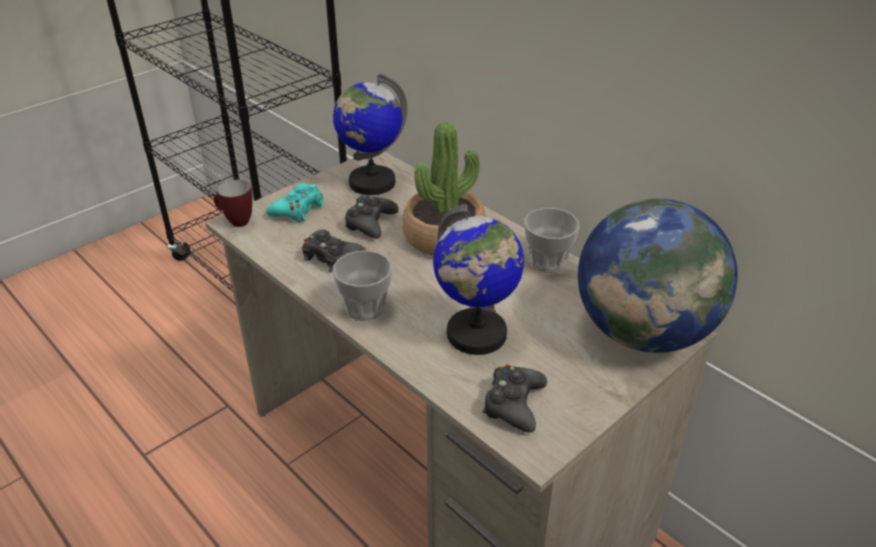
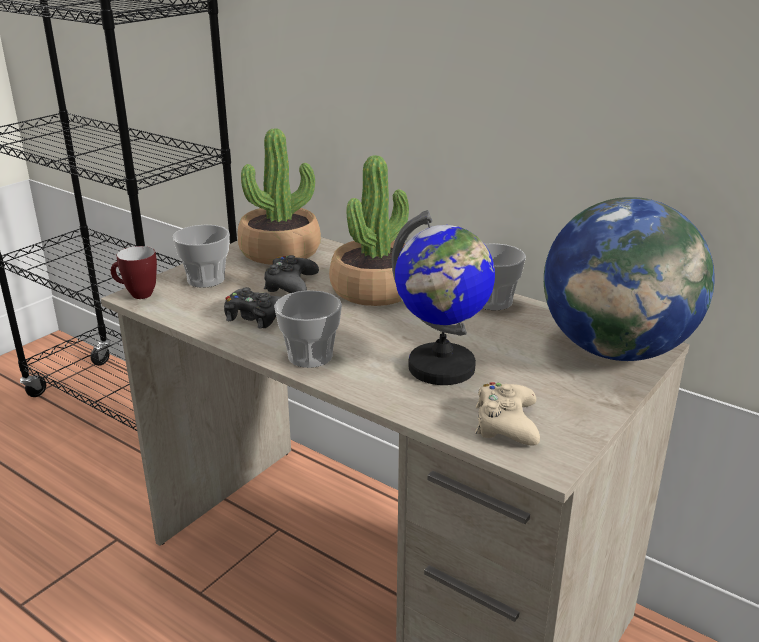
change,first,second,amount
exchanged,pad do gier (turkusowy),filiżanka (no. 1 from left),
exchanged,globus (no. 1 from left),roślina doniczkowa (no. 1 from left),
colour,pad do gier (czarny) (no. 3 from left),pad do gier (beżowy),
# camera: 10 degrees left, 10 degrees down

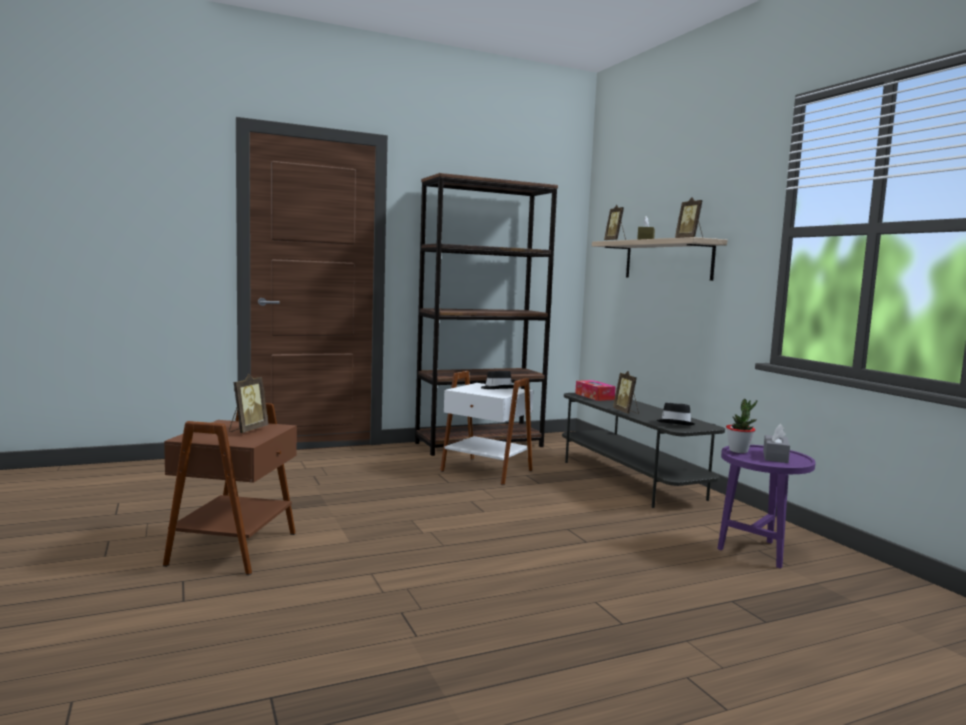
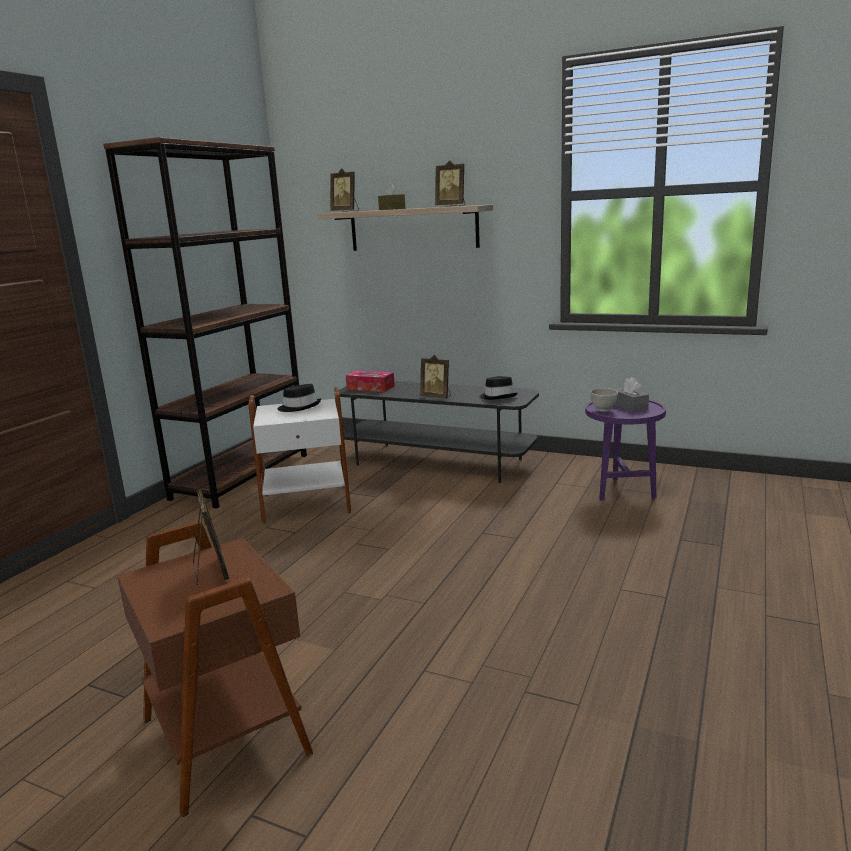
change,first,second,amount
exchanged,roślina doniczkowa,miska (biały),
# camera: 40 degrees left, 10 degrees up

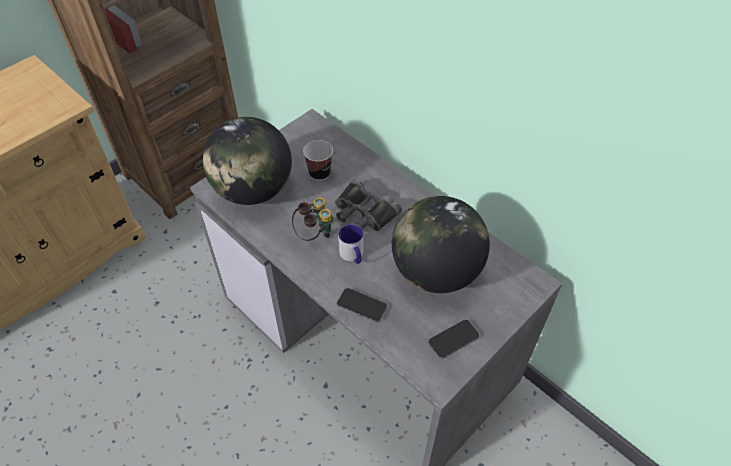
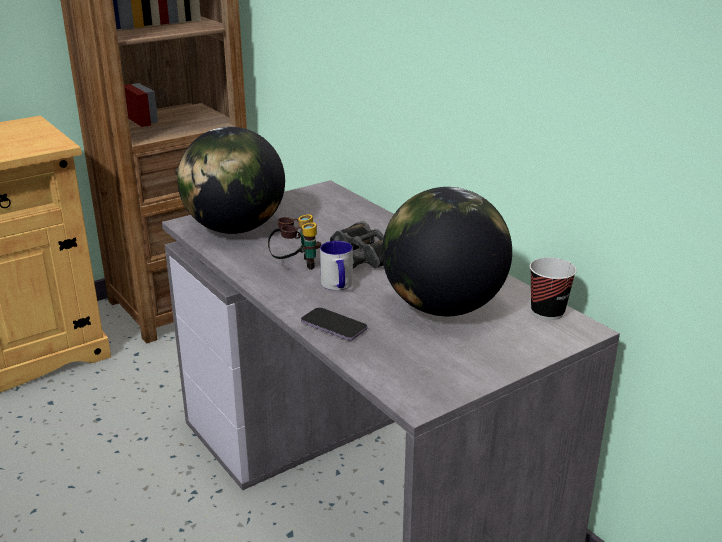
change,first,second,amount
missing,telefon (no. 2 from left),,
relocated,filiżanka,,
# camera: 10 degrees right, 25 degrees down

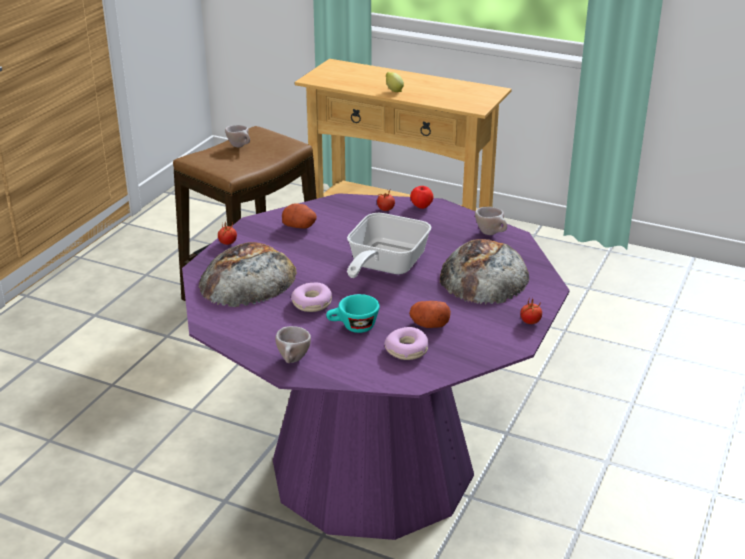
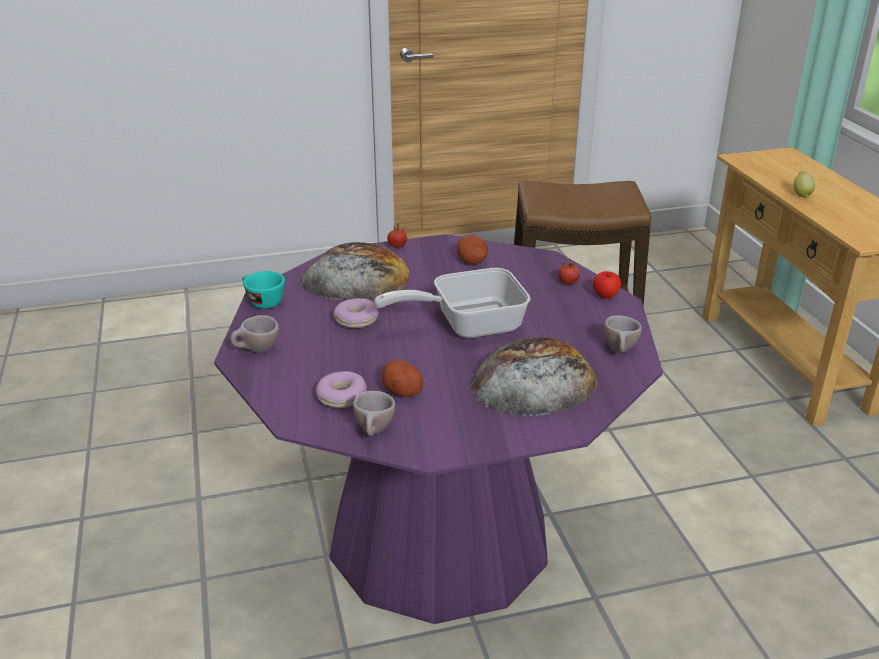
change,first,second,amount
missing,pomidor (no. 3 from left),,
relocated,filiżanka (beżowy) (no. 1 from left in the first image),filiżanka (beżowy) (no. 2 from left),
relocated,filiżanka (turkusowy),,
# camera: 50 degrees right, 0 degrees up

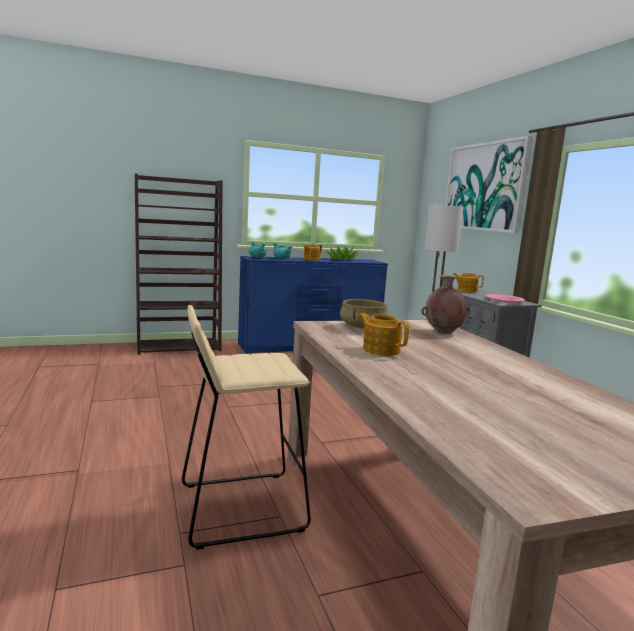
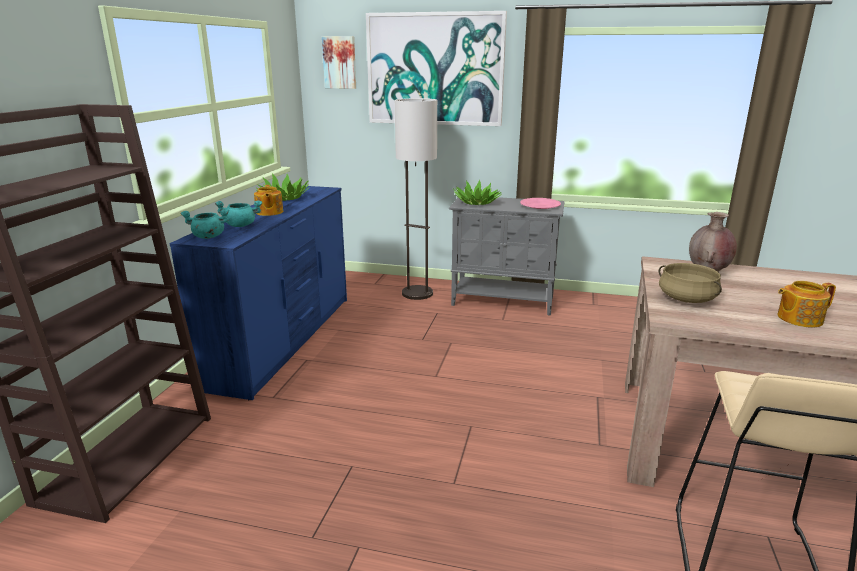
change,first,second,amount
appeared,,obraz (no. 1 from left),
exchanged,imbryk (no. 3 from left),roślina doniczkowa (no. 2 from left),
# camera: 55 degrees left, 10 degrees up

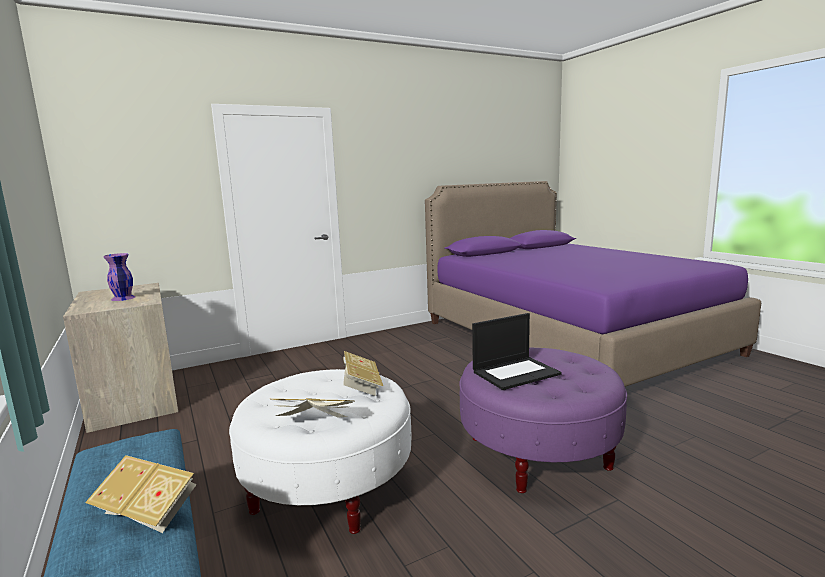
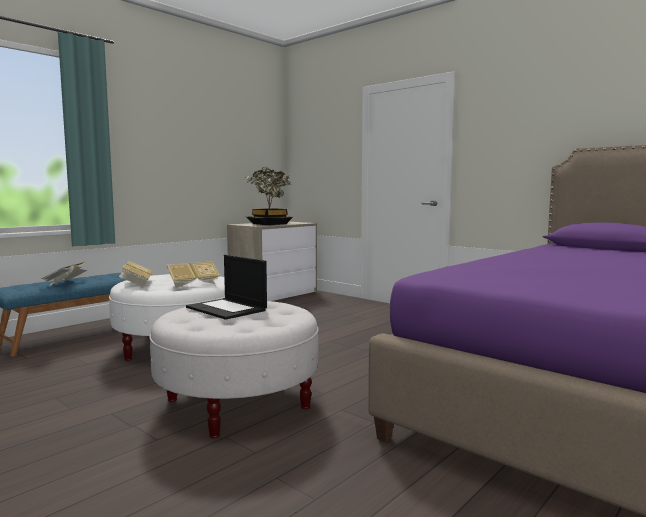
change,first,second,amount
exchanged,wazon (fioletowy),roślina doniczkowa,
colour,pufa (fioletowy),pufa (biały) (no. 2 from left),
# camera: 70 degrees right, 5 degrees down

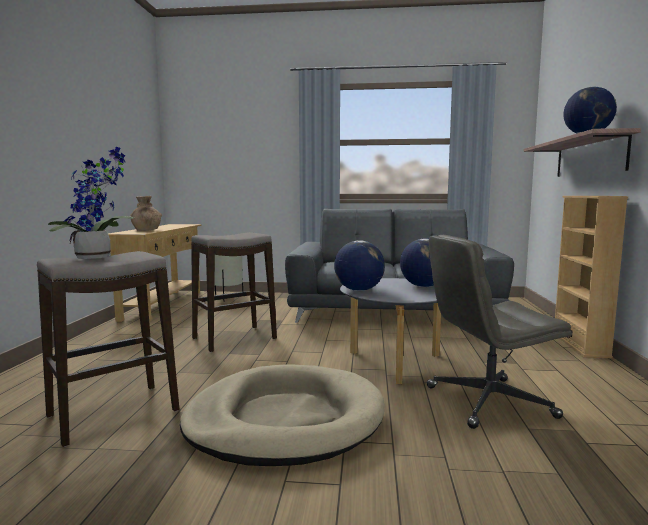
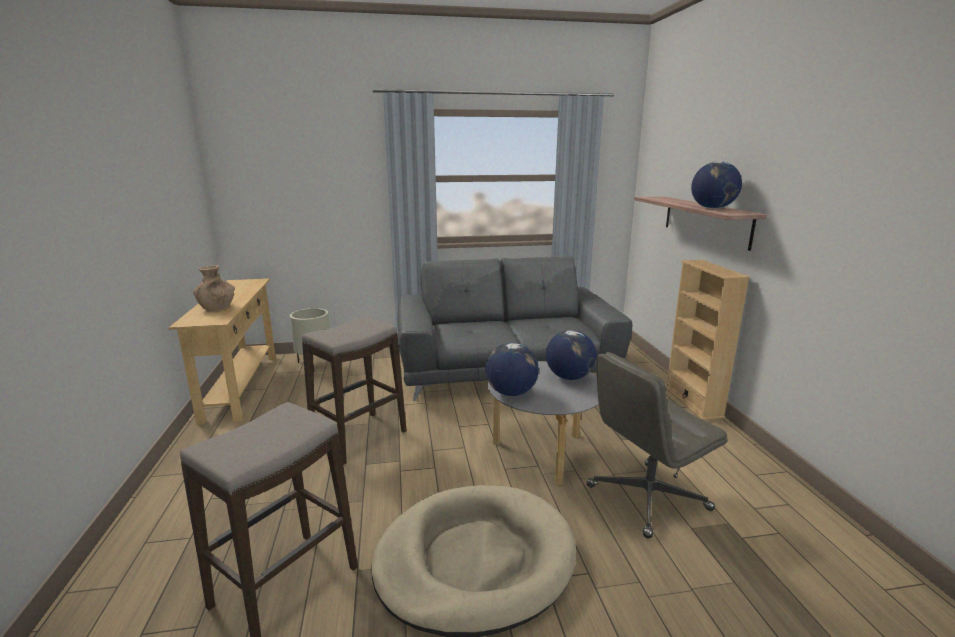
change,first,second,amount
missing,roślina doniczkowa,,
# camera: 15 degrees left, 10 degrees up

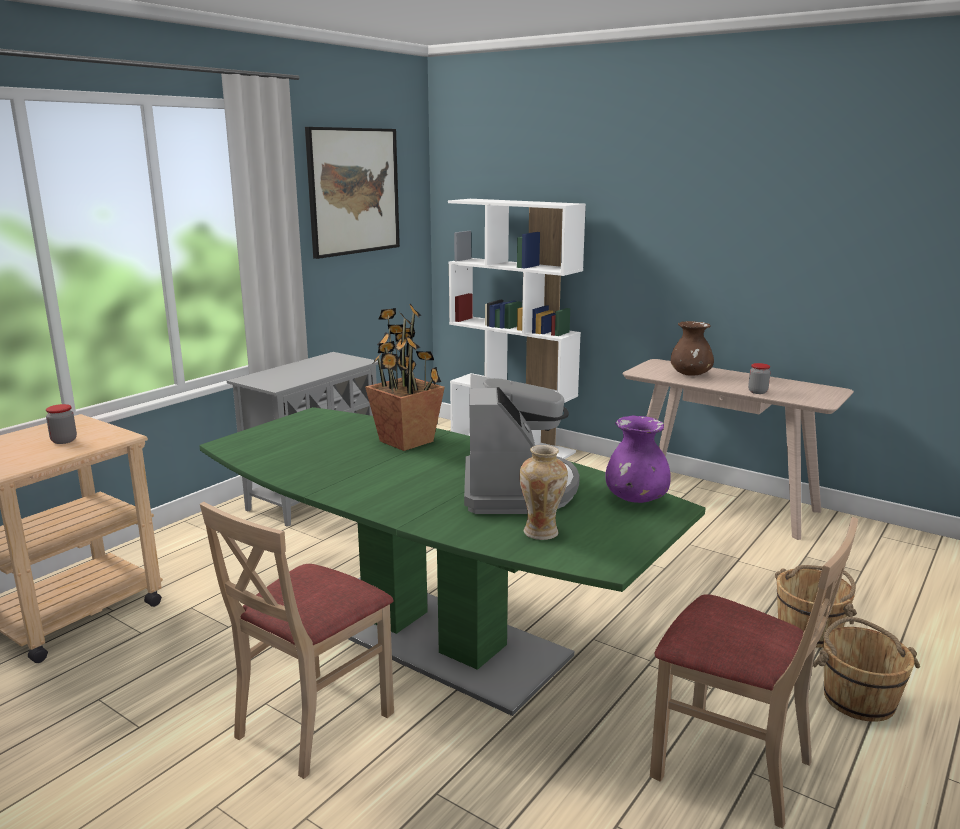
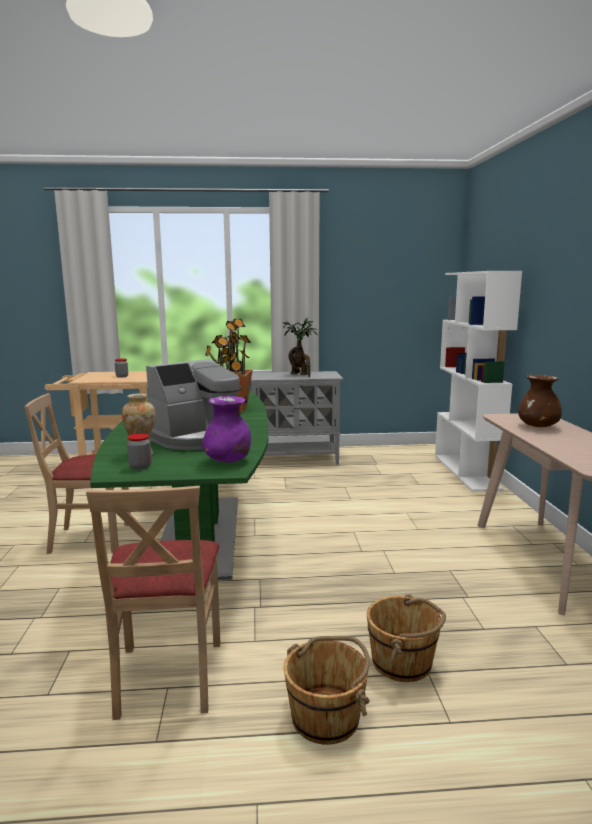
change,first,second,amount
missing,obraz,,
appeared,,roślina doniczkowa (no. 2 from left),
relocated,słoik (no. 2 from left),,
# camera: 50 degrees right, 5 degrees down

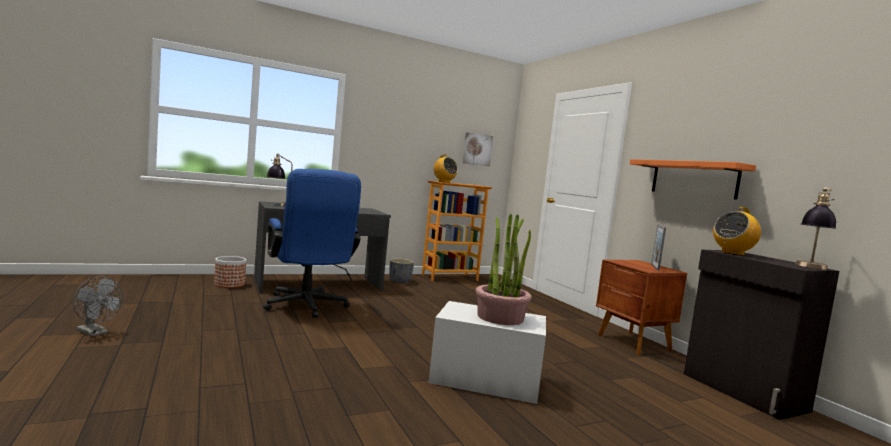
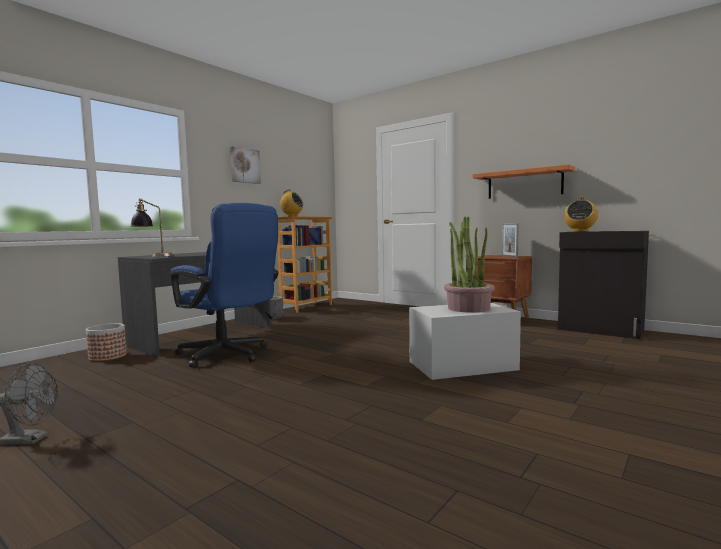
change,first,second,amount
missing,lampa stołowa (no. 2 from left),,
relocated,obraz,,
# camera: 25 degrees left, 0 degrees up

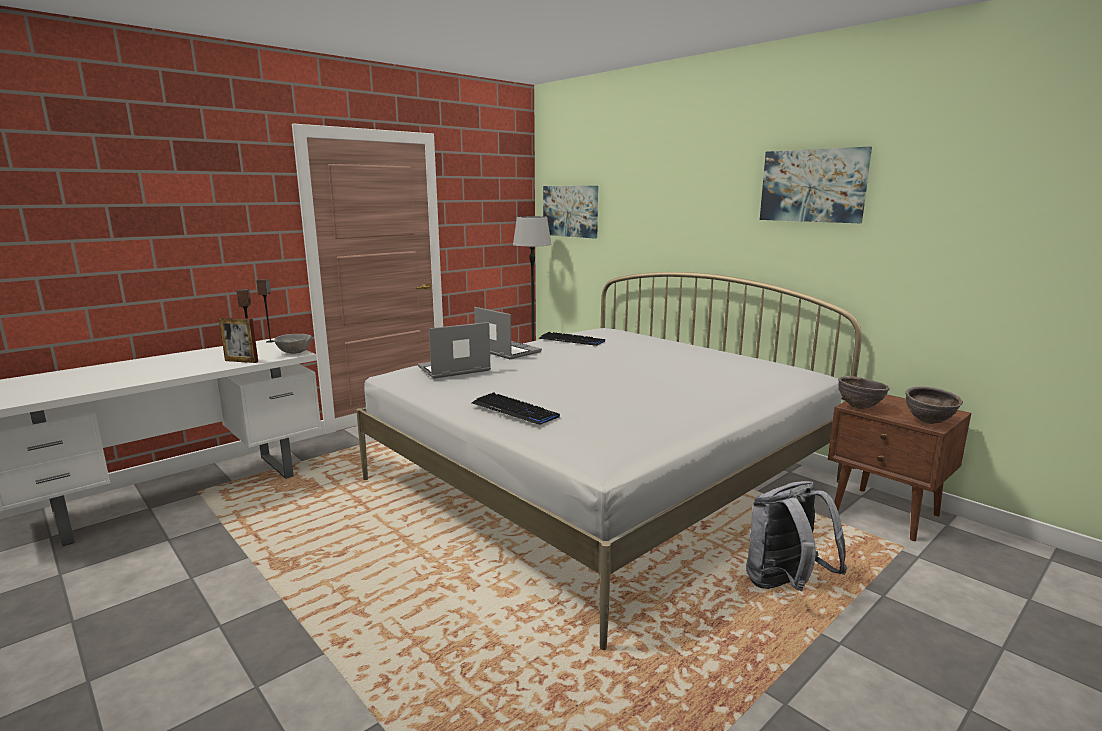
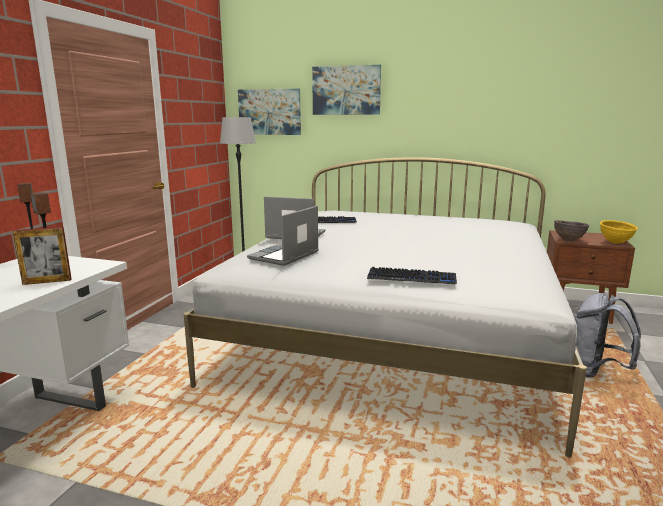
change,first,second,amount
missing,miska (szary),,
relocated,obraz (no. 2 from left),,
colour,miska (brązowy) (no. 2 from left),miska (żółty),
# camera: 30 degrees left, 0 degrees up

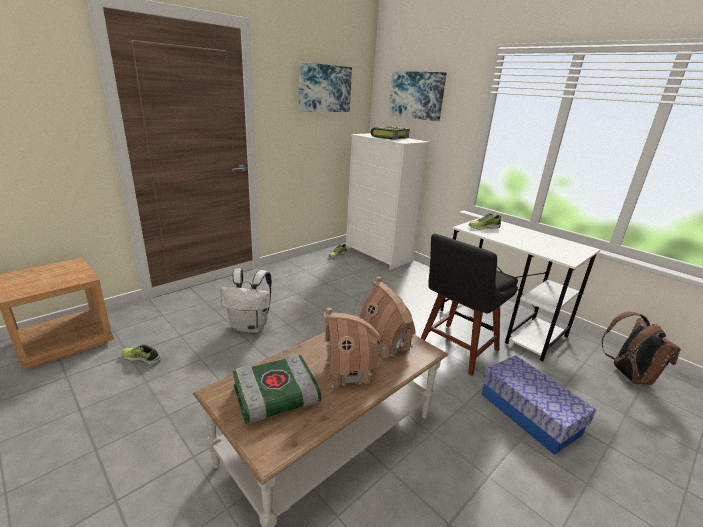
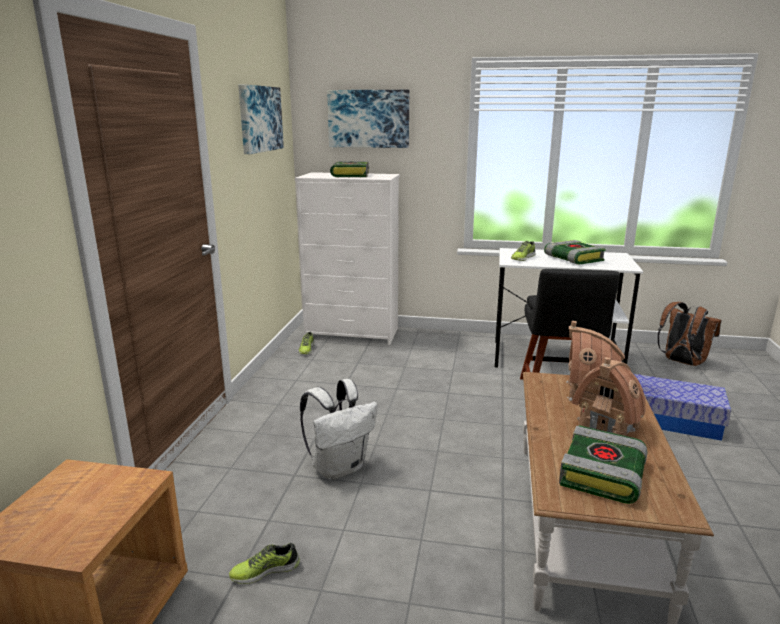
change,first,second,amount
appeared,,książka (no. 2 from left),
# camera: 35 degrees left, 5 degrees down

